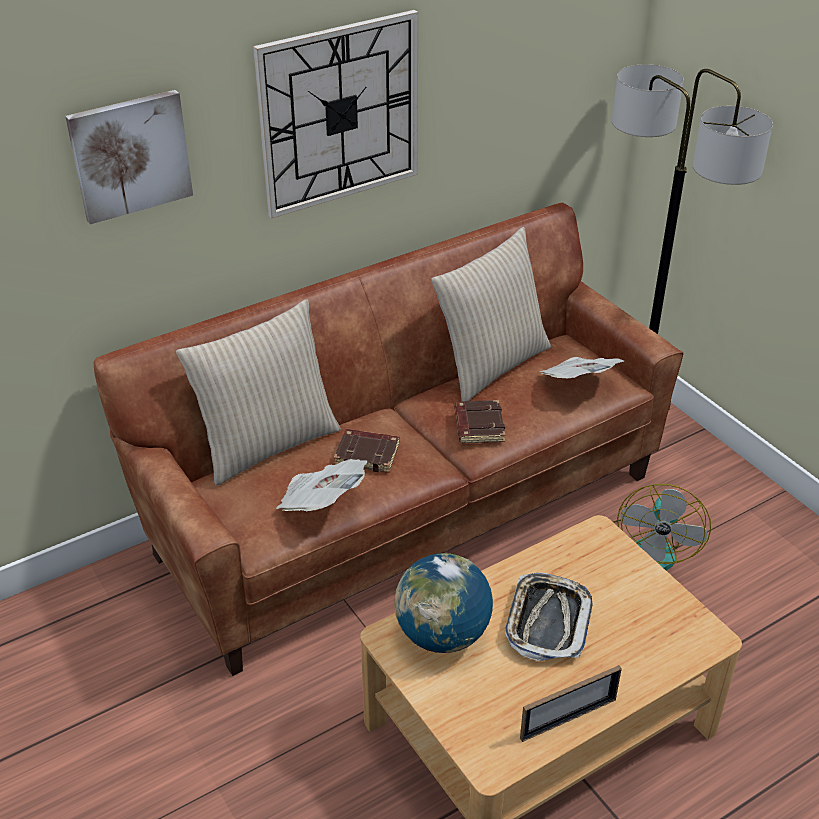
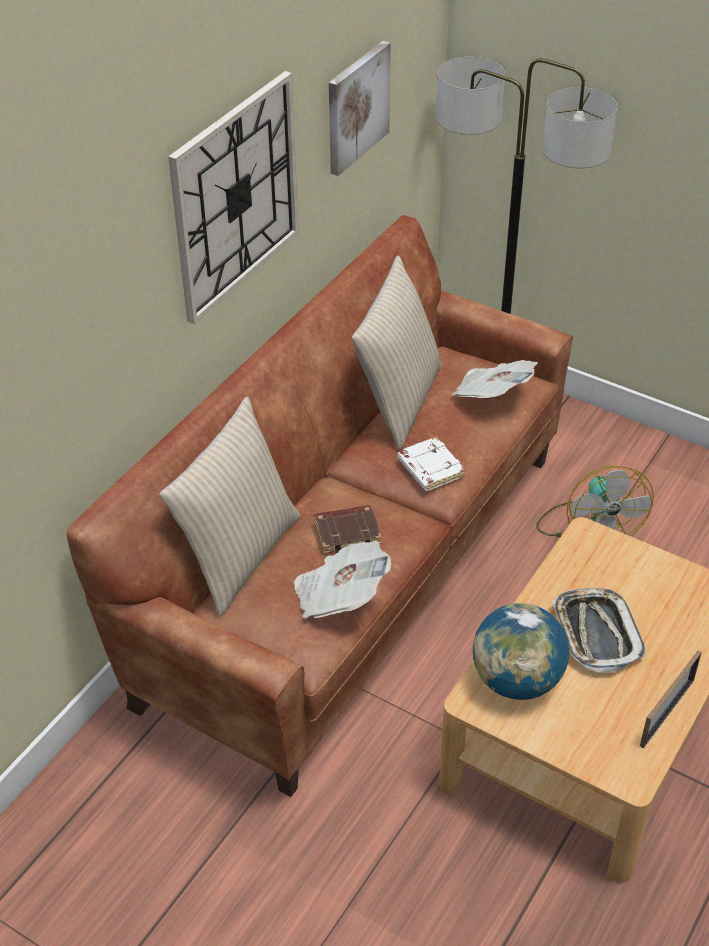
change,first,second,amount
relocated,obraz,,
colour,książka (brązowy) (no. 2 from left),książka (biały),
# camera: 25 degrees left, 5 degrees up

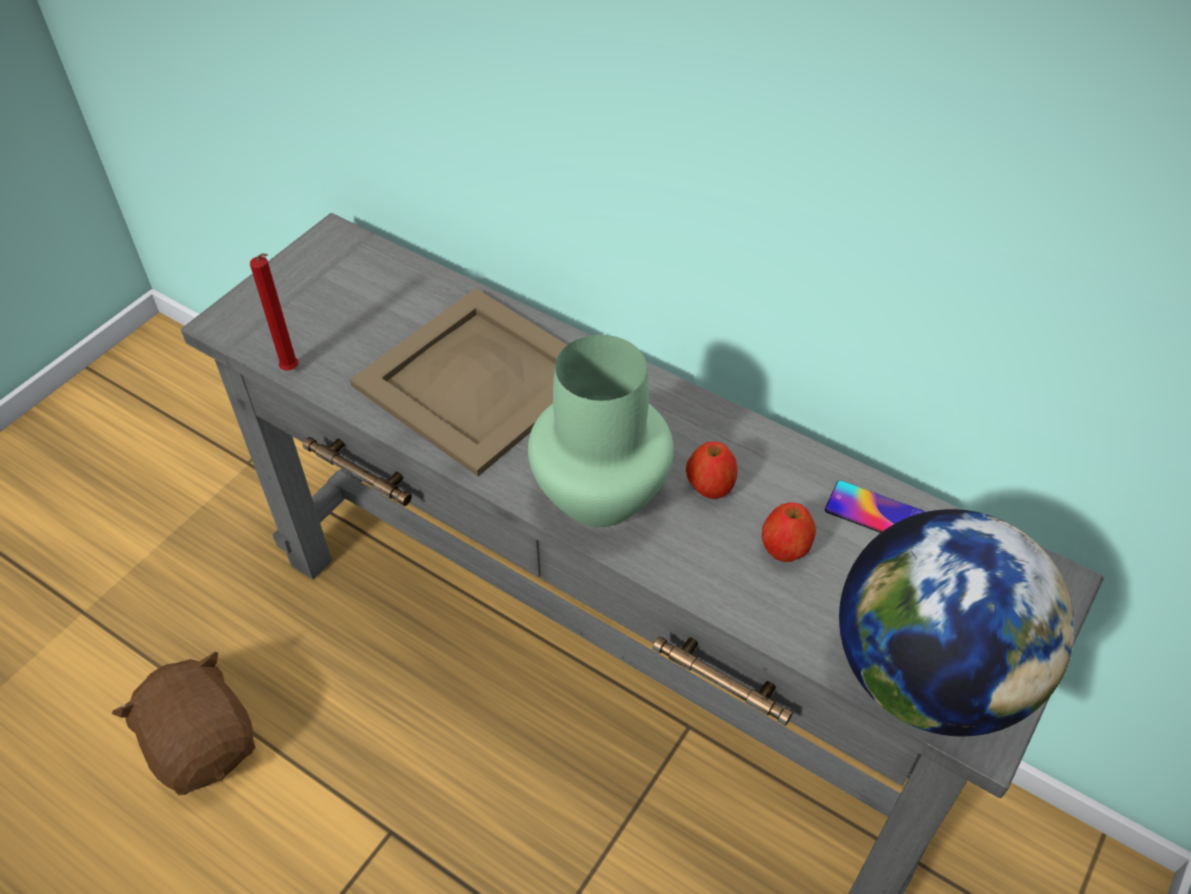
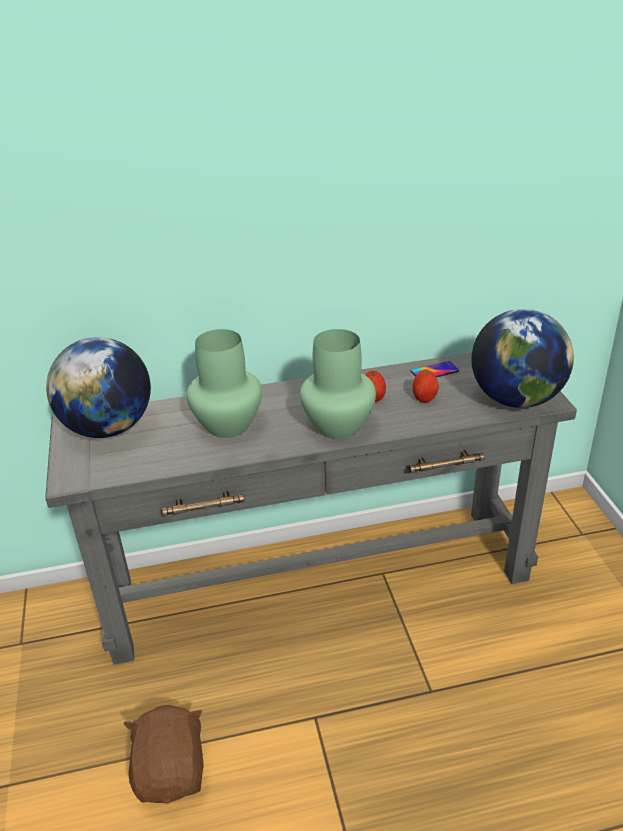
change,first,second,amount
missing,świeca (czerwony),,
appeared,,globus (no. 1 from left),
exchanged,taca (beżowy),wazon (zielony) (no. 1 from left),
spun,pluszak (brązowy),,75 degrees clockwise
# camera: 45 degrees left, 15 degrees down

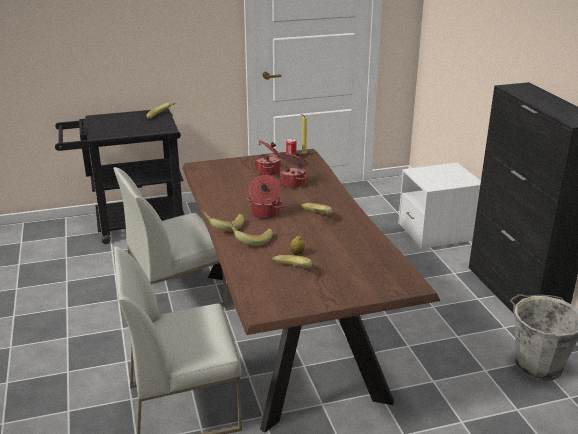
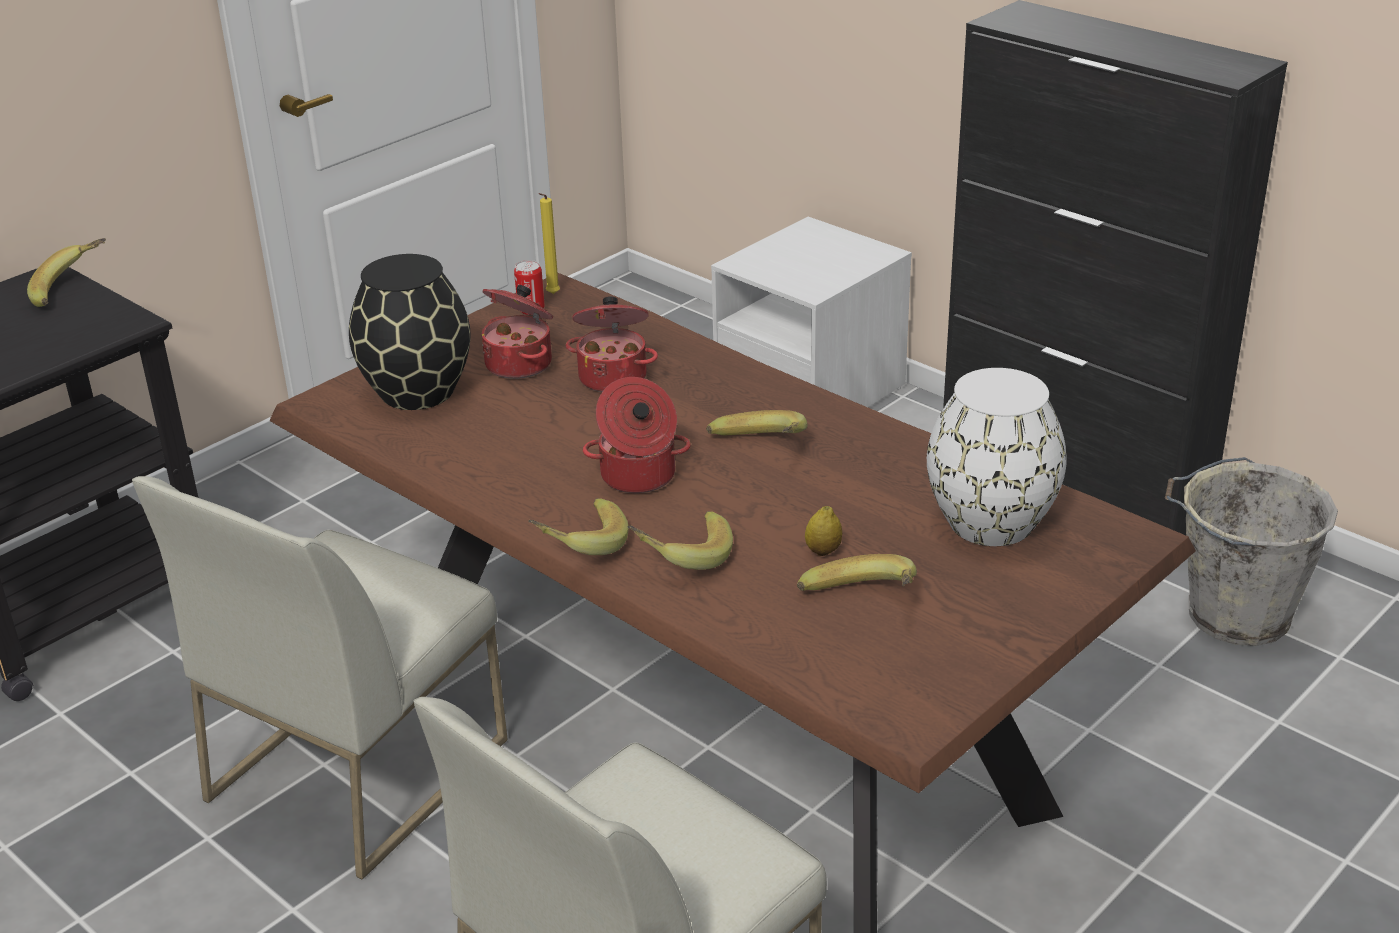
change,first,second,amount
appeared,,wazon (czarny),
appeared,,wazon (biały),
# camera: 30 degrees left, 5 degrees up

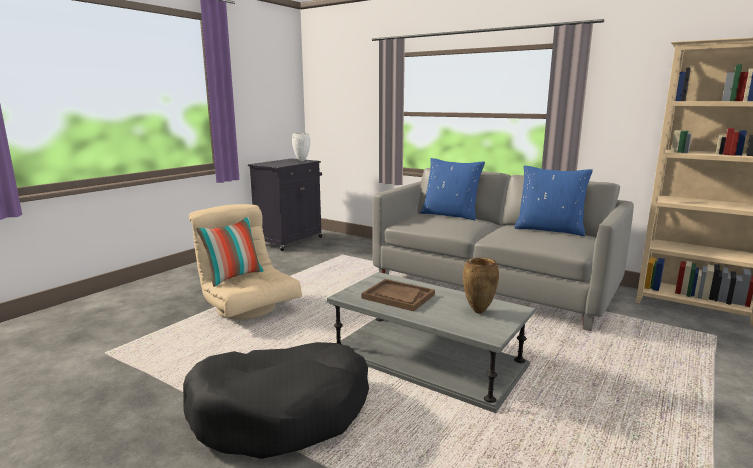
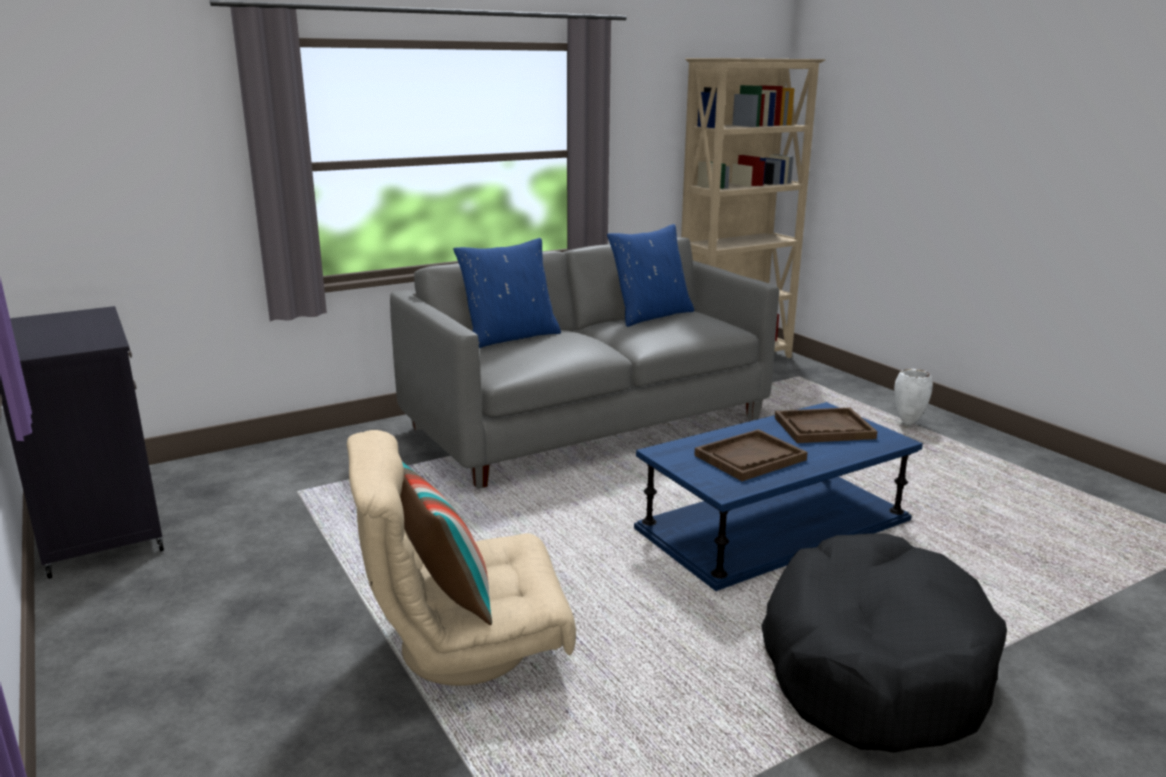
change,first,second,amount
relocated,wazon (biały),,
exchanged,wazon (brązowy),taca (brązowy) (no. 2 from left),
colour,ława (szary),ława (niebieski),
# camera: 65 degrees left, 5 degrees up

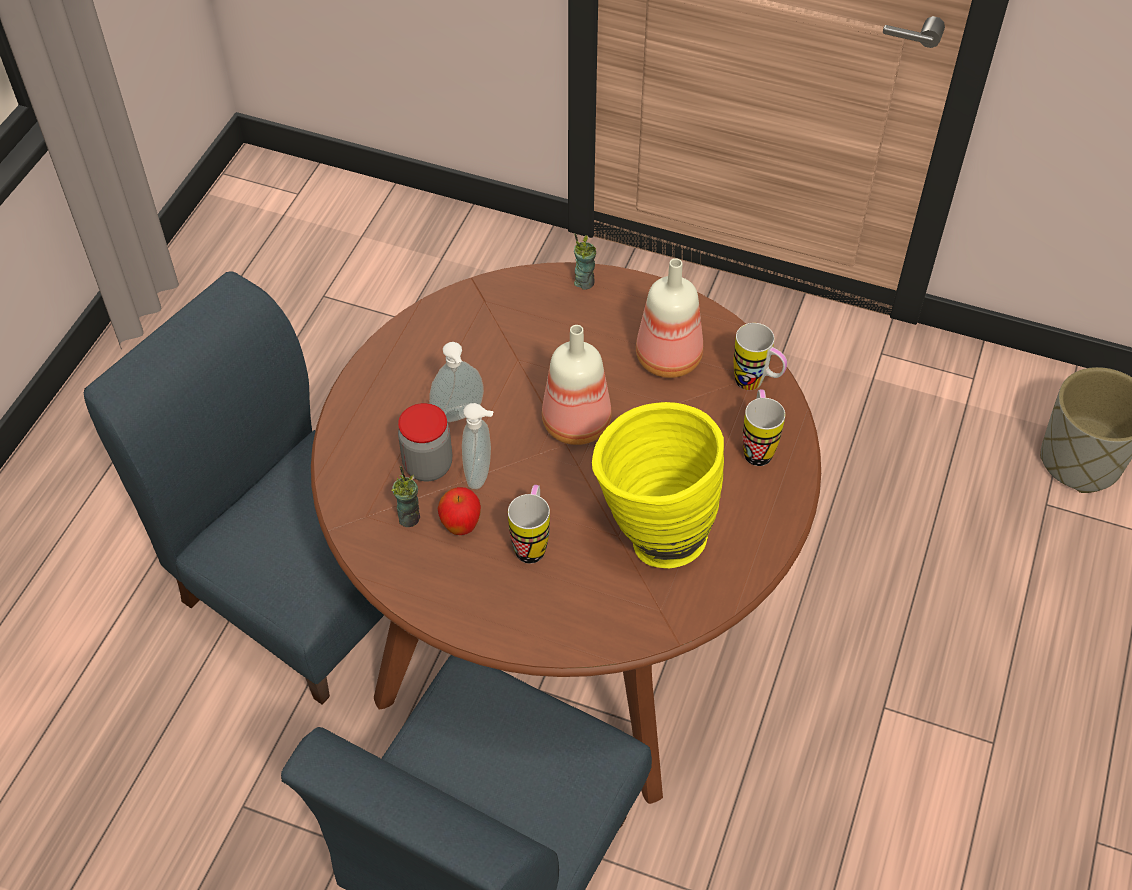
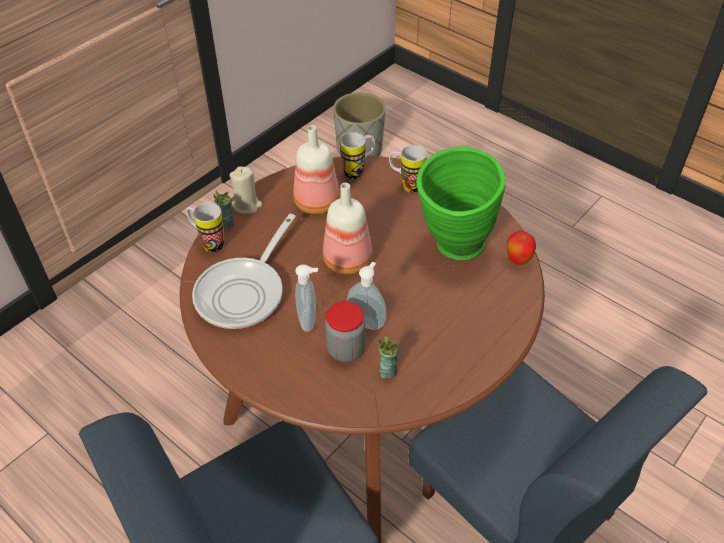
change,first,second,amount
appeared,,patelnia,
appeared,,świeca (beżowy),
relocated,jabłko,,
relocated,kubek (no. 1 from left),,
colour,wazon (żółty),wazon (zielony),
# camera: 70 degrees left, 5 degrees down

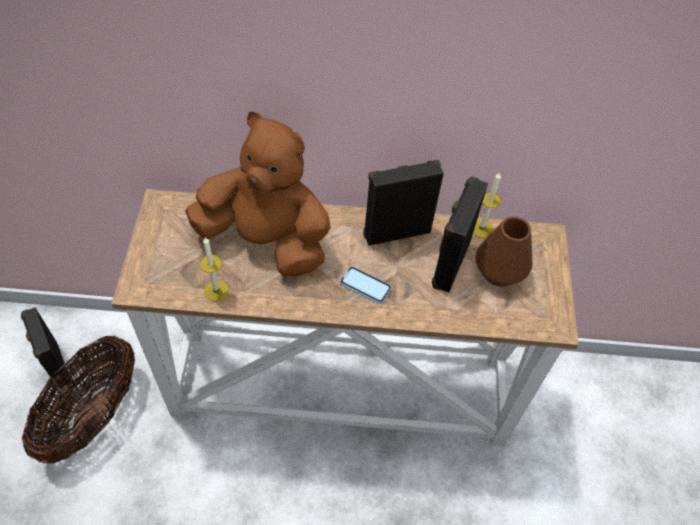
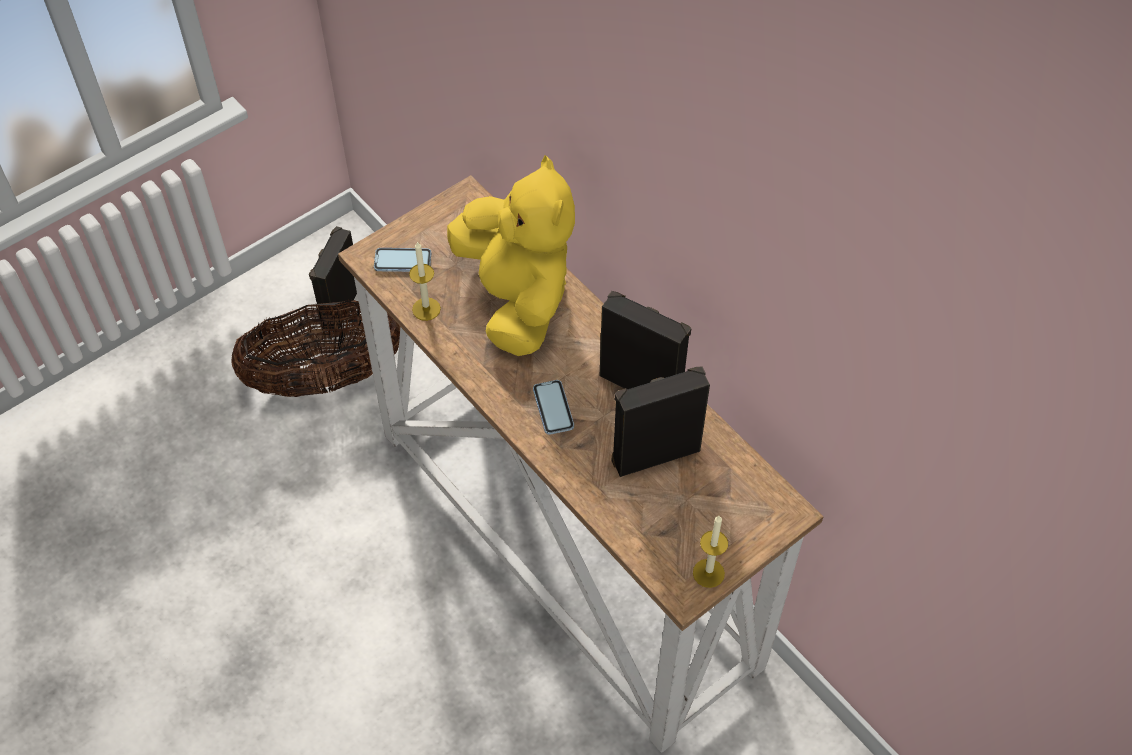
change,first,second,amount
missing,wazon (brązowy),,
appeared,,telefon (no. 1 from left),
relocated,świeca (no. 2 from left),,
colour,pluszak (brązowy),pluszak (żółty),
# camera: 50 degrees right, 0 degrees up

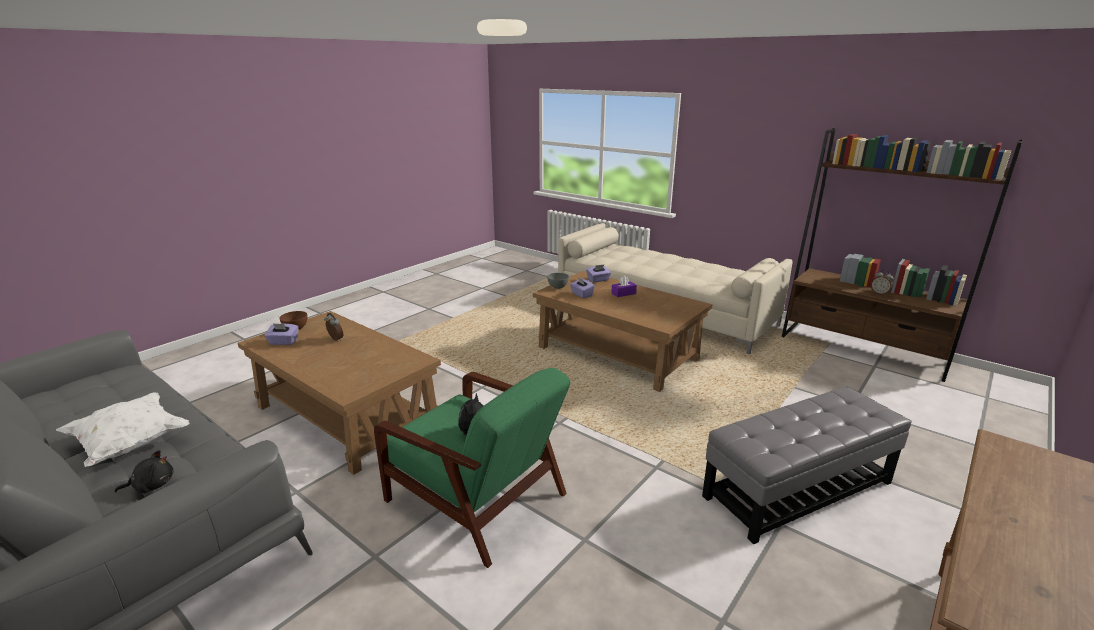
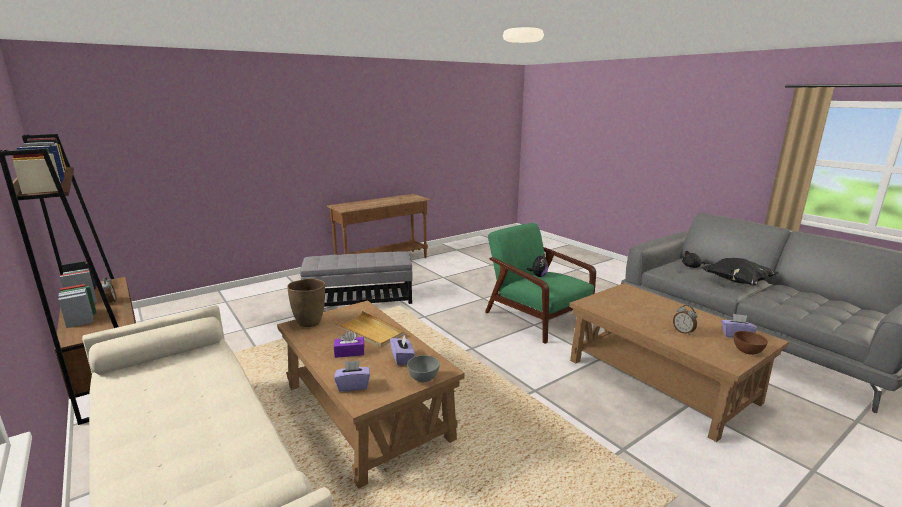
change,first,second,amount
appeared,,wazon (brązowy),
appeared,,taca (beżowy),
colour,poduszka (biały),poduszka (czarny),
# camera: 165 degrees left, 5 degrees down

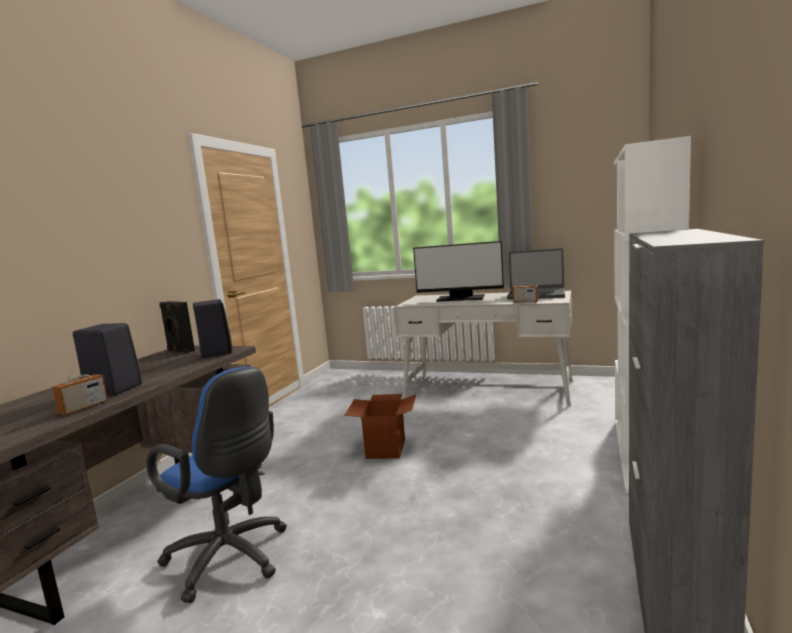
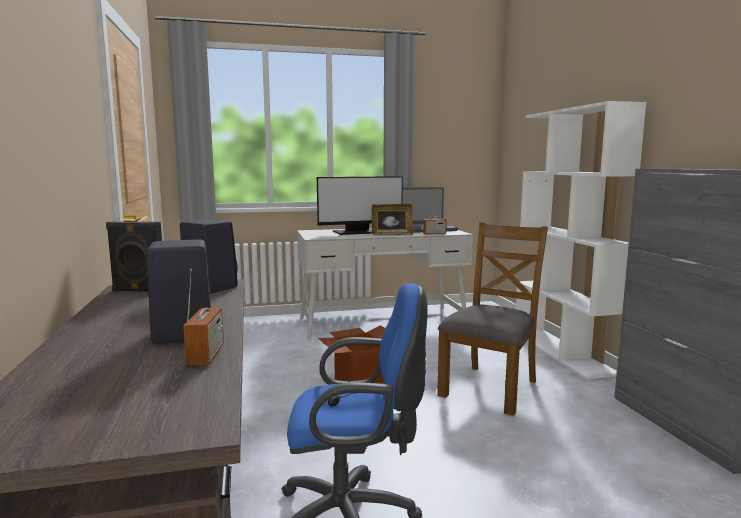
change,first,second,amount
appeared,,ramka na zdjęcie,
appeared,,krzesło (brązowy),
# camera: 35 degrees left, 0 degrees up

